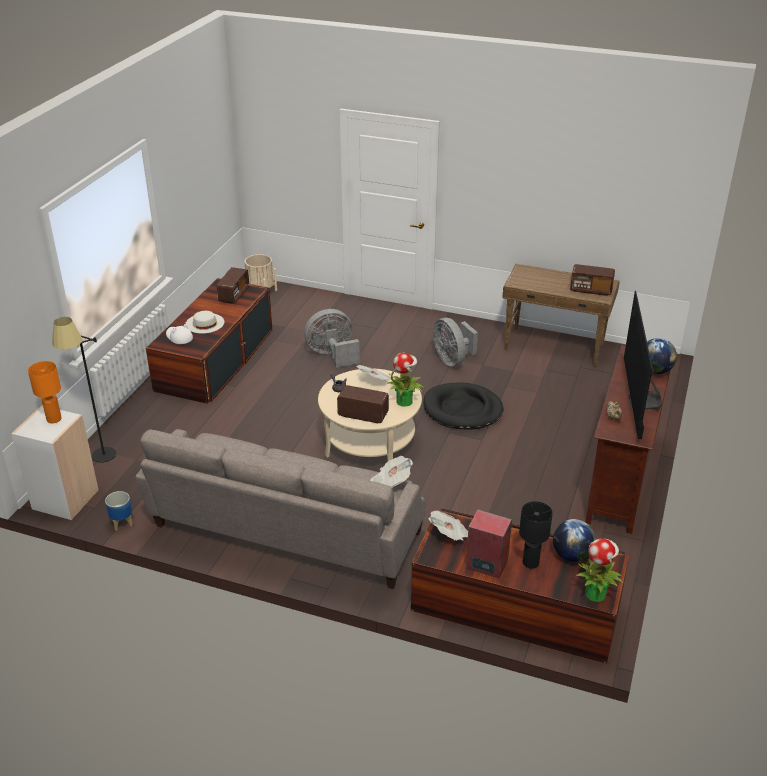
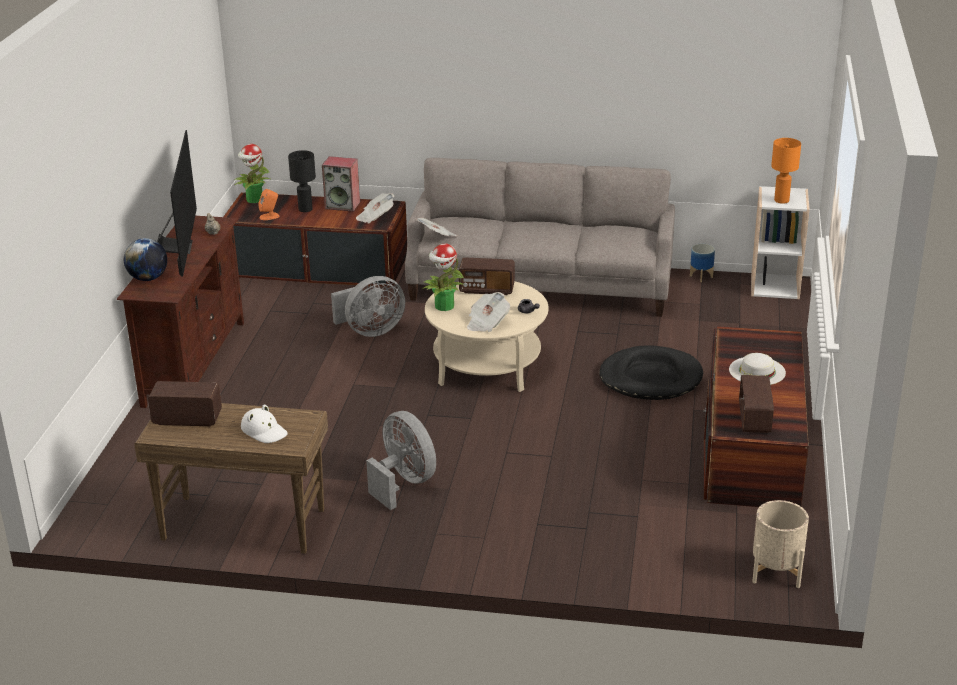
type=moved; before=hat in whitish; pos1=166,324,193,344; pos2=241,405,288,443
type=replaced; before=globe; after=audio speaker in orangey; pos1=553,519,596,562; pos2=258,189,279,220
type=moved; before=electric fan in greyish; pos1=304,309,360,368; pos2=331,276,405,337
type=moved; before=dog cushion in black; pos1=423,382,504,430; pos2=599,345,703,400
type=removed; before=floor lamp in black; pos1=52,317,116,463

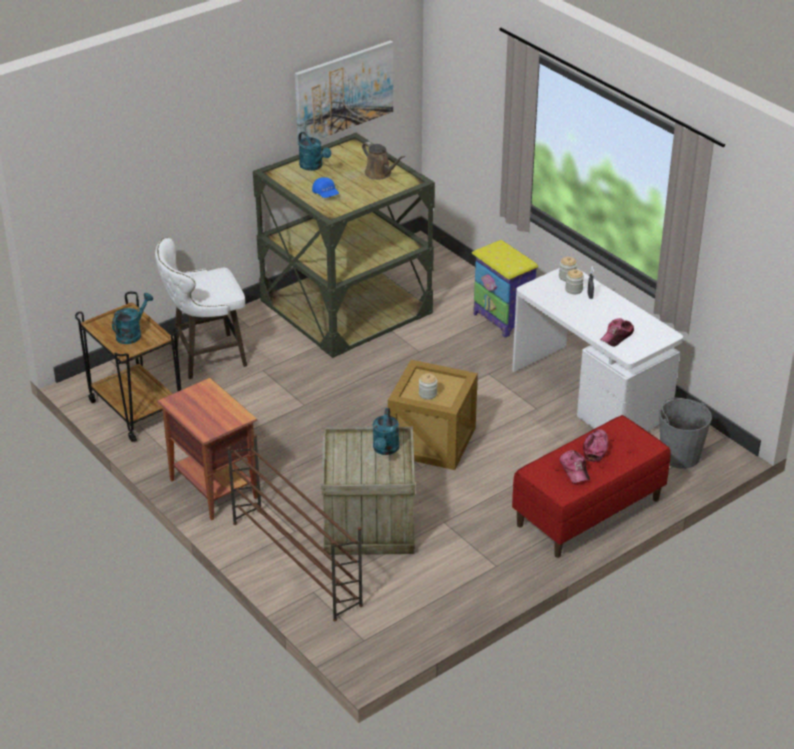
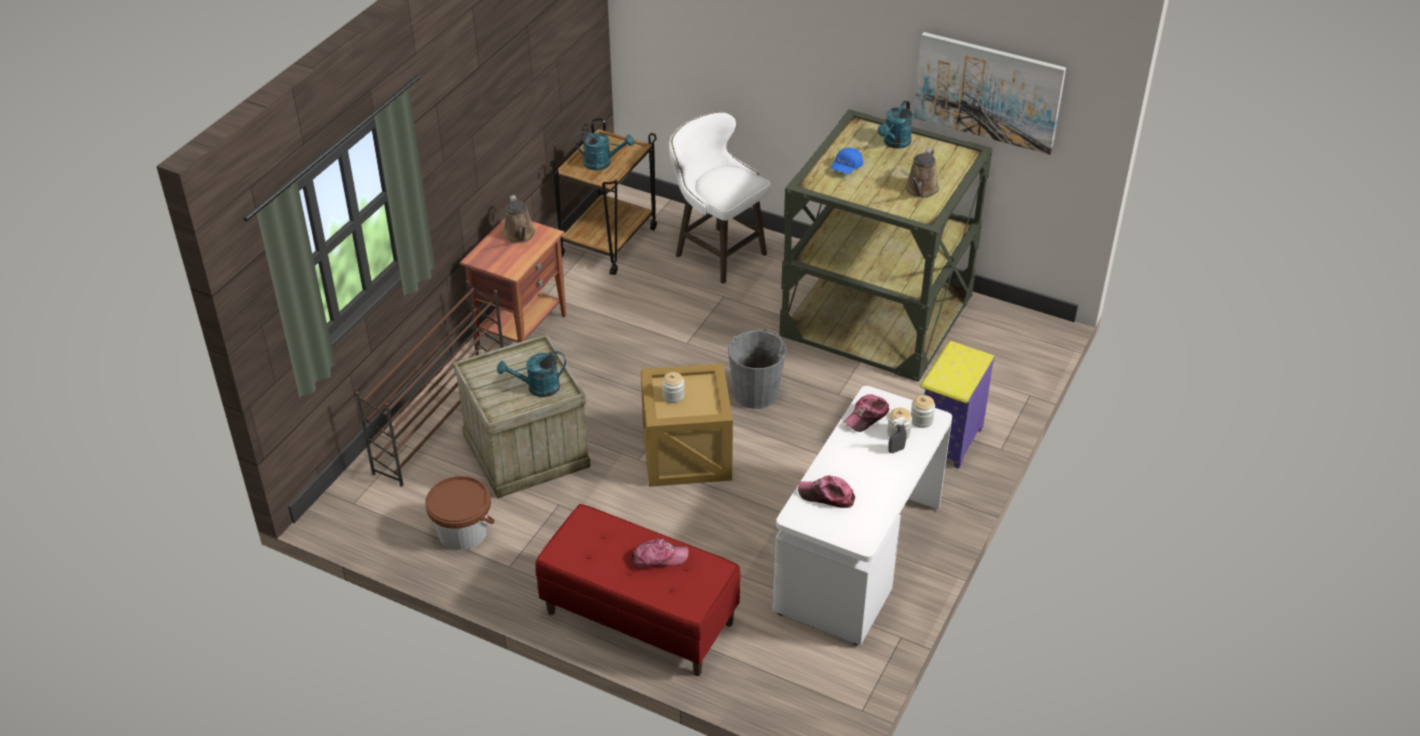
type=added; after=water bucket in brown; pos2=425,476,495,550
type=added; after=watering pot in brown; pos2=503,195,535,243
type=moved; before=water bucket in greyish; pos1=659,397,712,469; pos2=728,329,786,409
type=moved; before=peaked cap; pos1=560,450,590,483; pos2=843,394,890,432

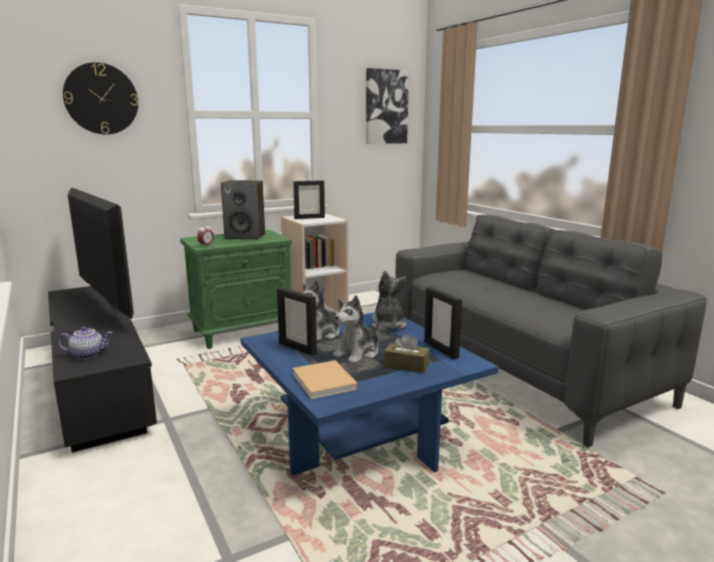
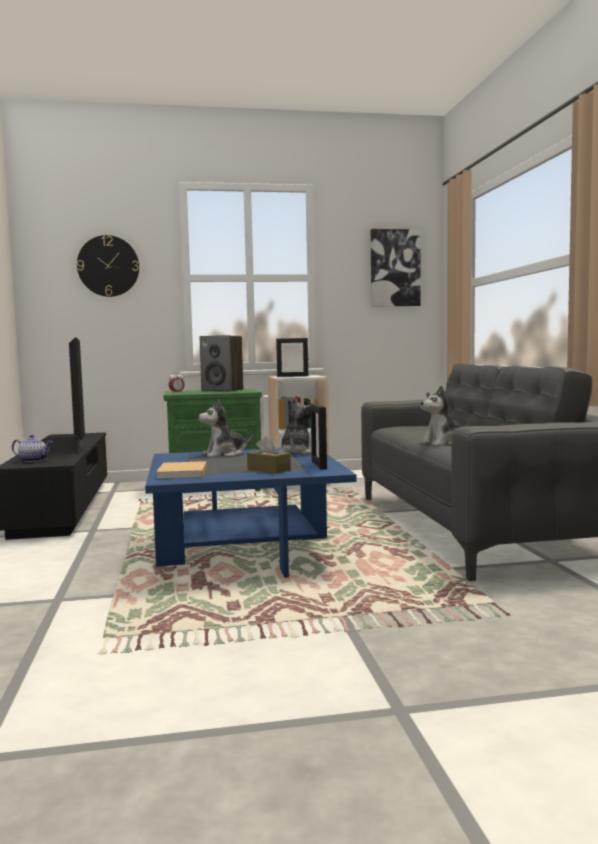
type=moved; before=cuddly toy; pos1=333,295,379,364; pos2=420,385,467,446
type=removed; before=photo frame; pos1=277,287,317,356

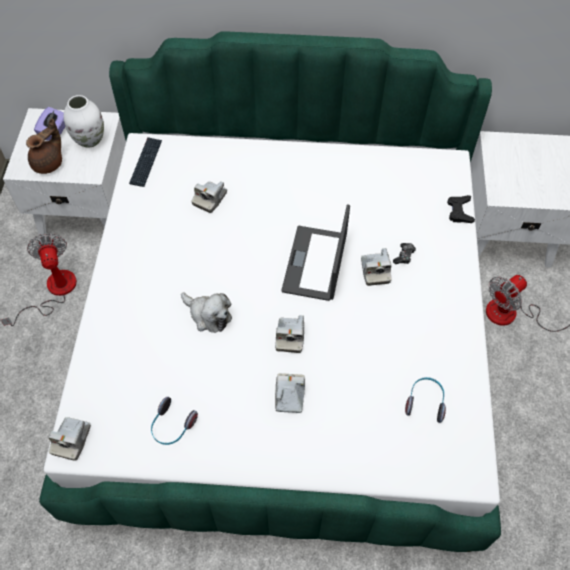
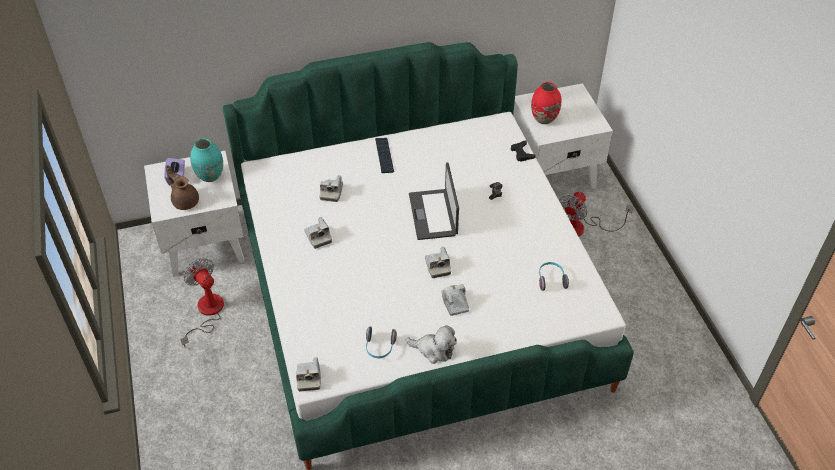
type=turned; before=teapot in brown; pos1=26,118,62,174; pos2=166,165,199,210; turn=-60
type=recoloured; before=vase in whitish; after=vase in turquoise; pos1=64,95,104,148; pos2=190,139,223,182
type=moved; before=photo camera; pos1=361,248,391,286; pos2=304,217,332,249
type=moved; before=computer keyboard; pos1=129,137,162,187; pos2=375,138,394,173
type=moved; before=cuddly toy; pos1=181,293,232,333; pos2=406,325,457,364
type=added; after=vase in red-coloured; pos2=531,82,561,124

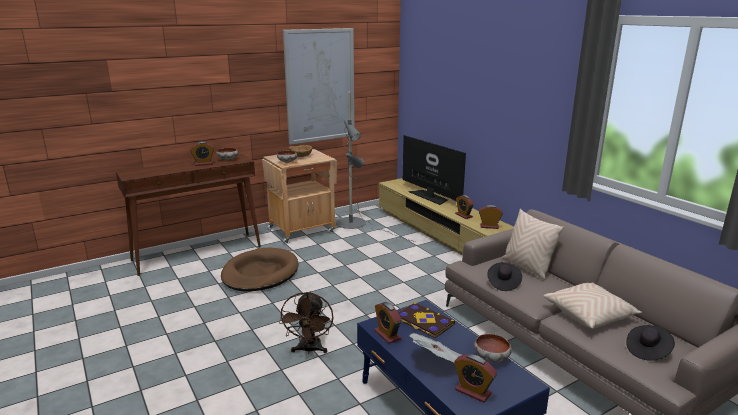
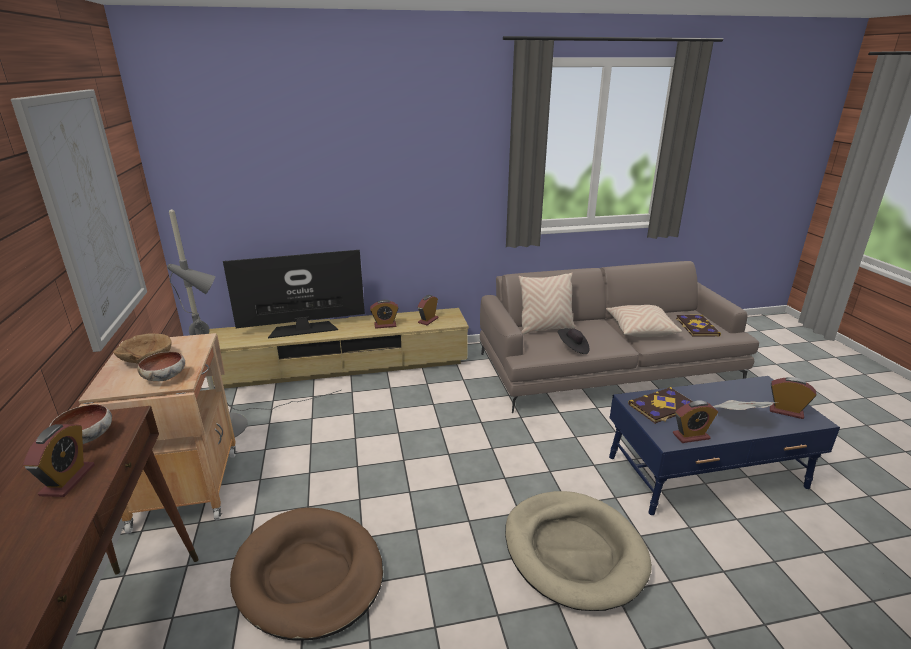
type=replaced; before=electric fan in brown; after=dog cushion in beige; pos1=279,291,334,354; pos2=505,491,652,611
type=replaced; before=hat in black; after=book; pos1=626,325,675,361; pos2=676,315,721,337
type=turned; before=table clock; pos1=454,354,497,403; pos2=770,377,816,419; turn=-120
type=removed; before=serving bowl; pos1=474,334,512,362

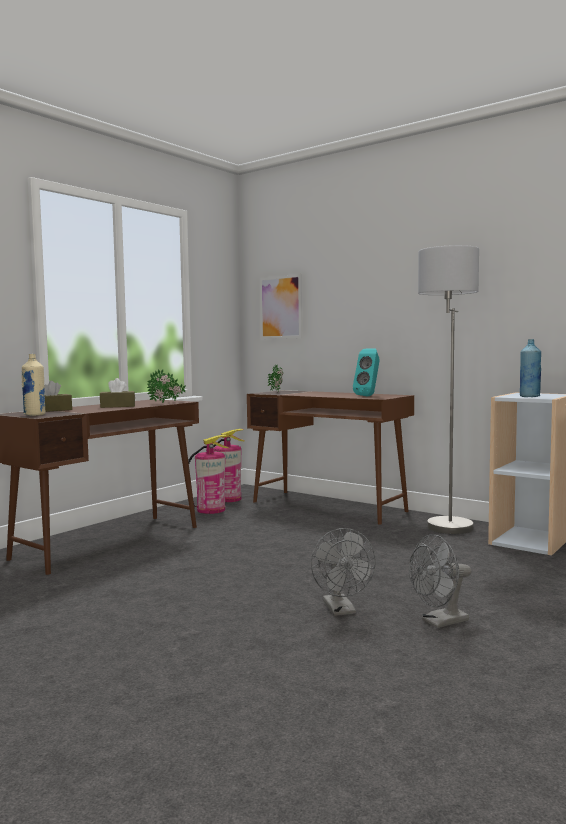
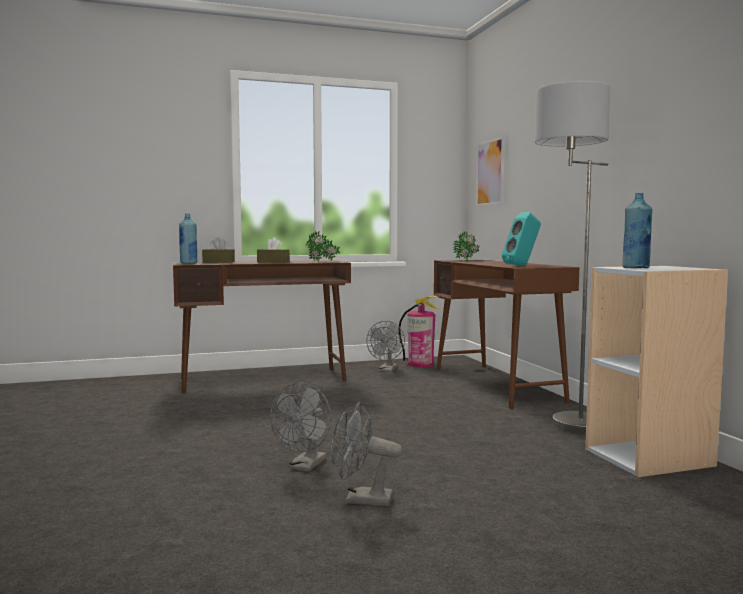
type=recoloured; before=beverage bottle in beige; after=beverage bottle in blue; pos1=22,354,45,416; pos2=179,214,197,264
type=replaced; before=fire-fighting cylinder; after=electric fan in greyish; pos1=185,435,229,514; pos2=366,321,405,372

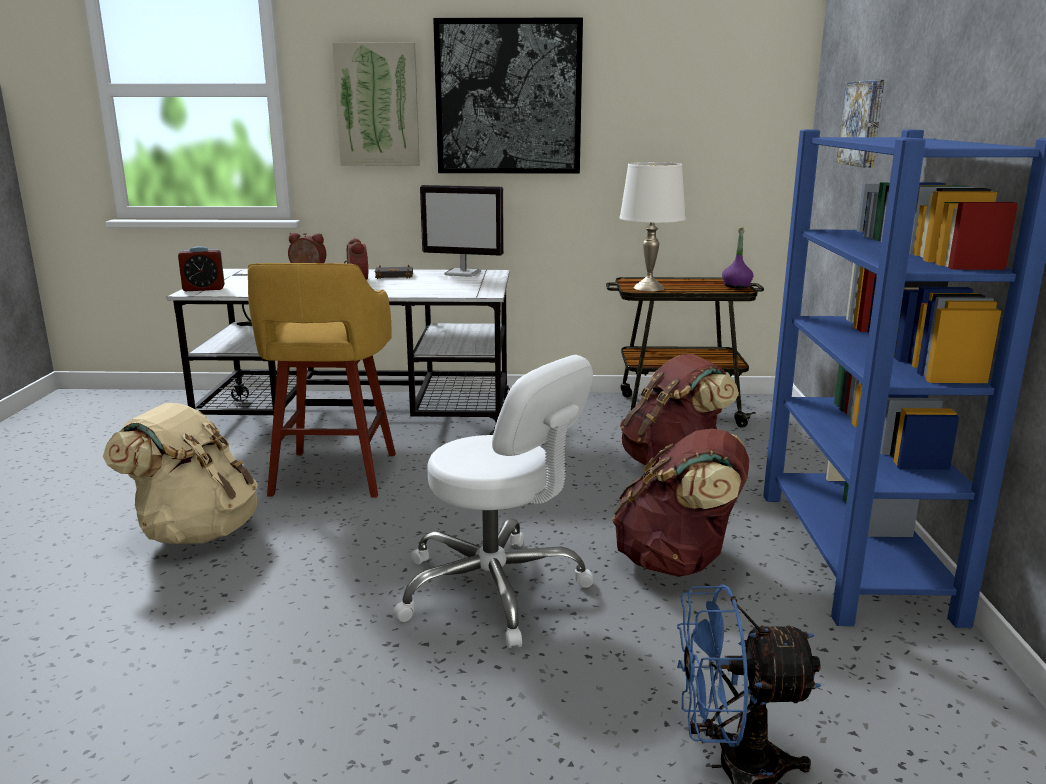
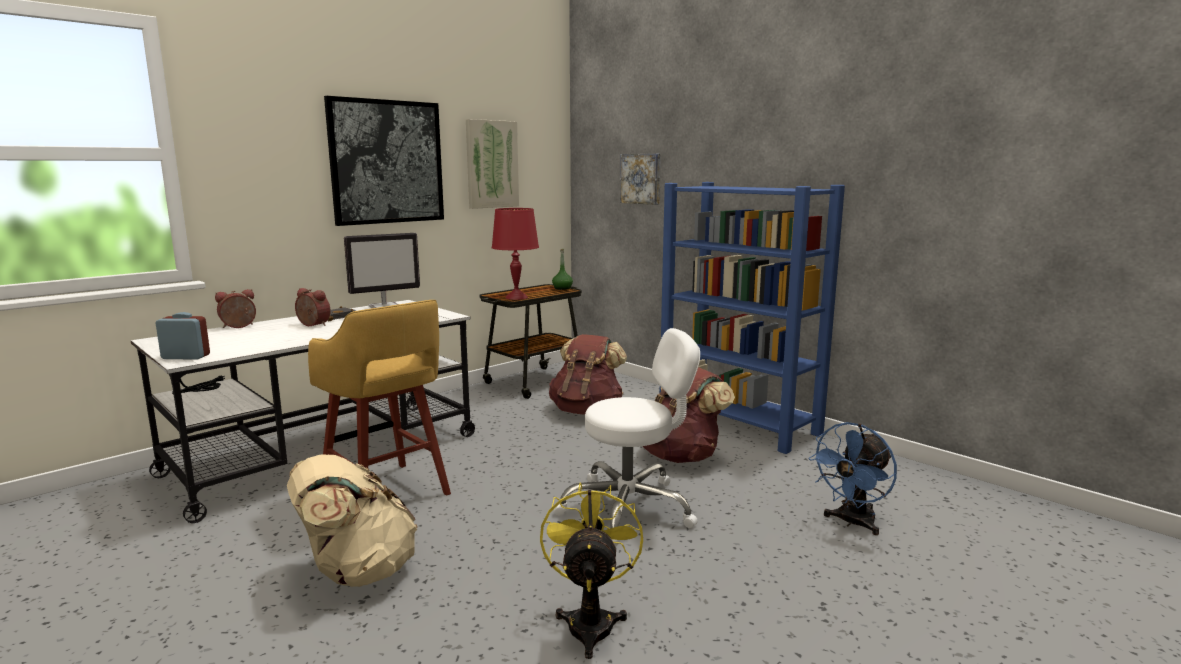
type=turned; before=table clock; pos1=178,246,225,291; pos2=156,312,210,359; turn=-120
type=moved; before=wall picture; pos1=332,43,420,166; pos2=466,119,519,209
type=recoloured; before=lamp for a table in whitish; after=lamp for a table in red-coloured; pos1=620,162,686,291; pos2=492,208,539,300
type=added; after=electric fan in yellow-coloured; pos2=540,483,643,659
type=recoloured; before=beverage bottle in purple-coloured; after=beverage bottle in green; pos1=722,228,753,288; pos2=552,249,573,290

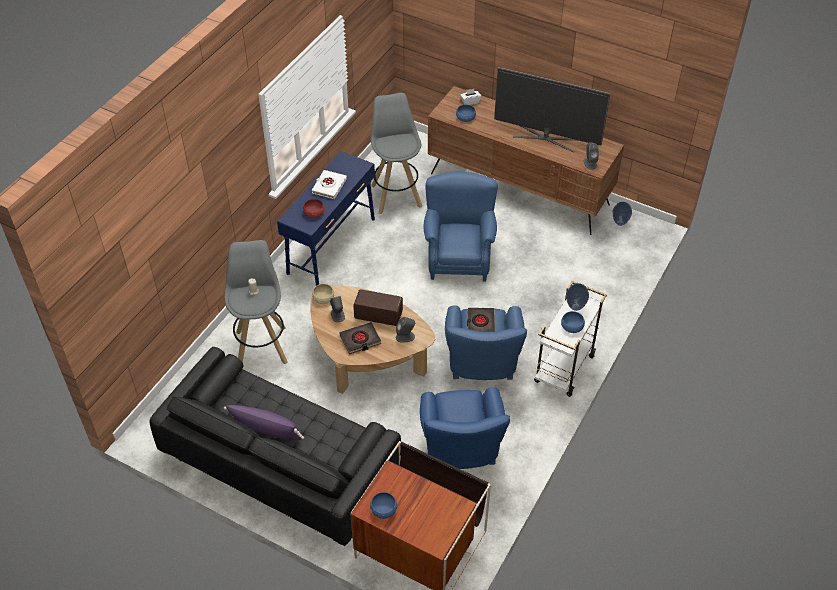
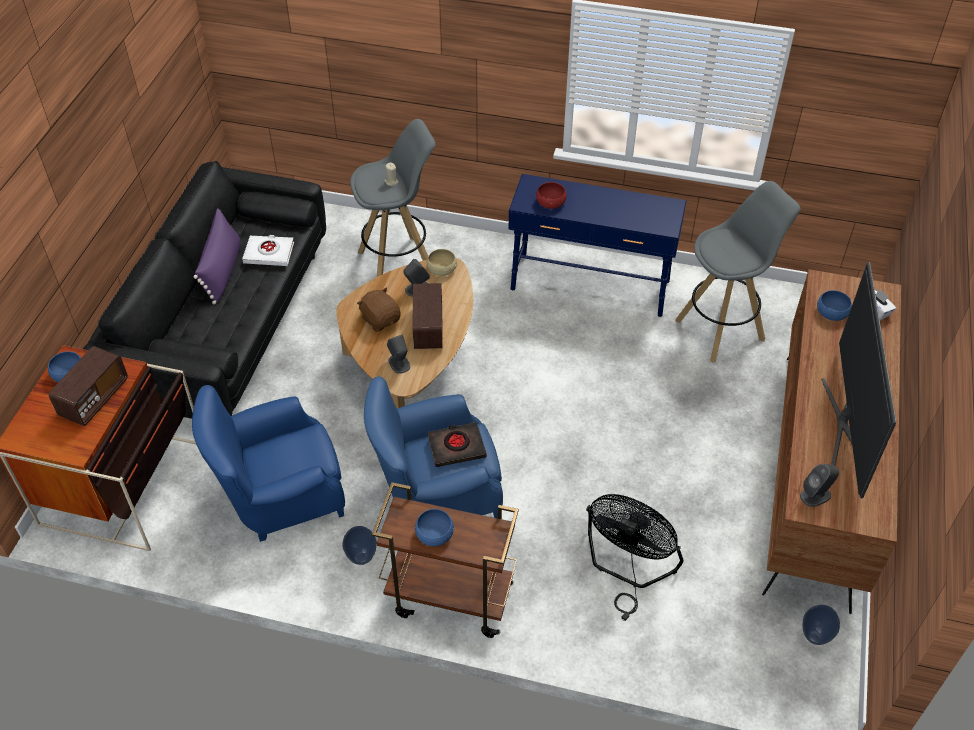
type=added; after=radio receiver; pos2=49,346,128,426
type=moved; before=book in whitish; pos1=312,170,347,199; pos2=242,235,294,266
type=moved; before=vase; pos1=566,283,589,311; pos2=342,526,377,565
type=replaced; before=book in black; after=cuddly toy in brown; pos1=339,322,381,354; pos2=357,287,401,332
type=recoloured; before=cart in whitish; after=cart in brown; pos1=534,281,607,397; pos2=372,482,519,638
type=added; after=electric fan in black; pos2=586,494,684,621
type=removed; before=lounge chair in blue; pos1=424,172,497,282

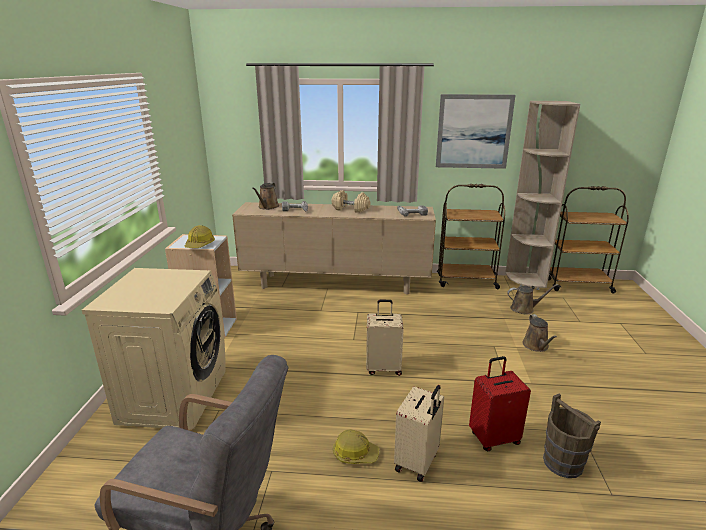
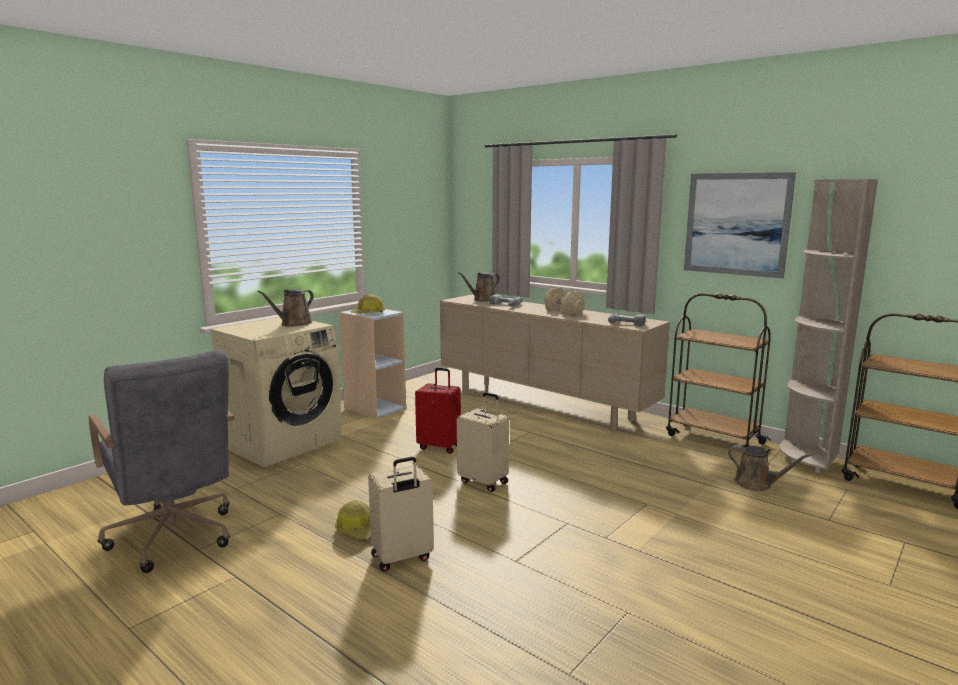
type=moved; before=watering pot in brown; pos1=523,314,557,352; pos2=258,289,314,327
type=moved; before=travel case in red-coloured; pos1=469,356,531,451; pos2=415,368,461,454
type=removed; before=water bucket in brown; pos1=543,394,601,478

